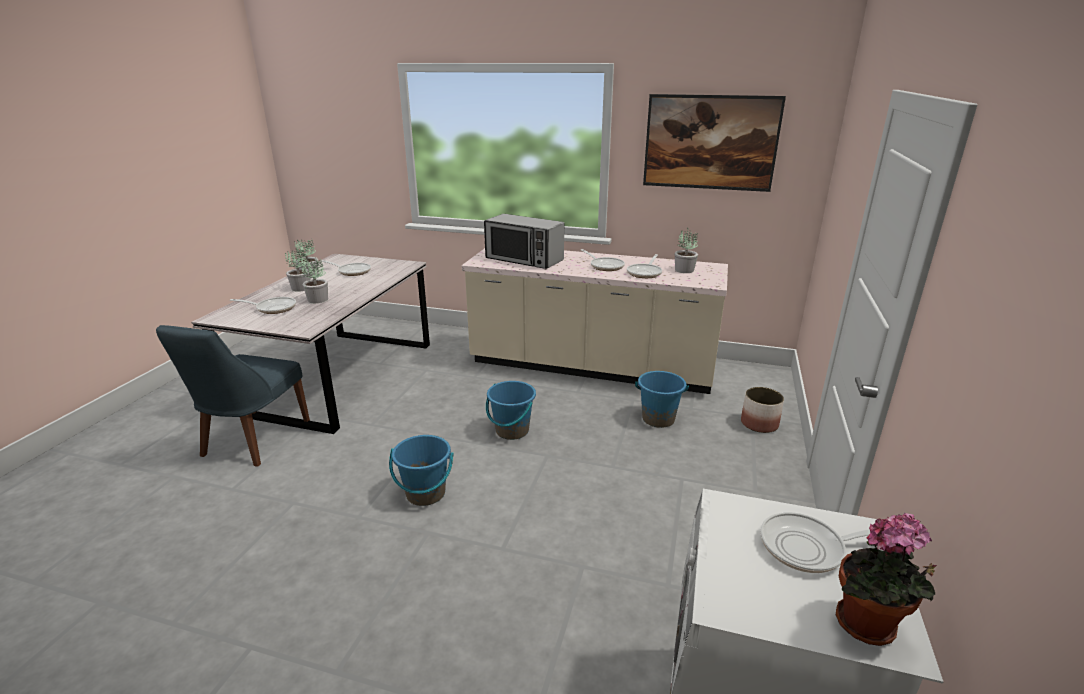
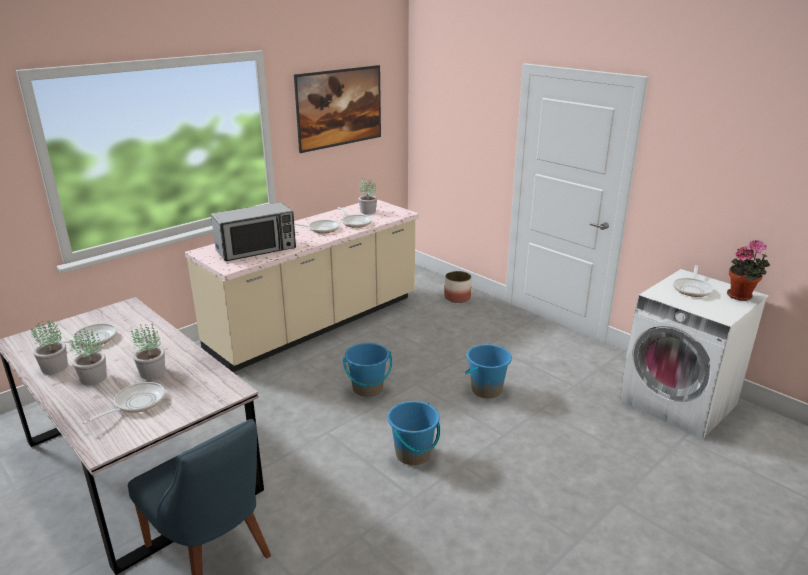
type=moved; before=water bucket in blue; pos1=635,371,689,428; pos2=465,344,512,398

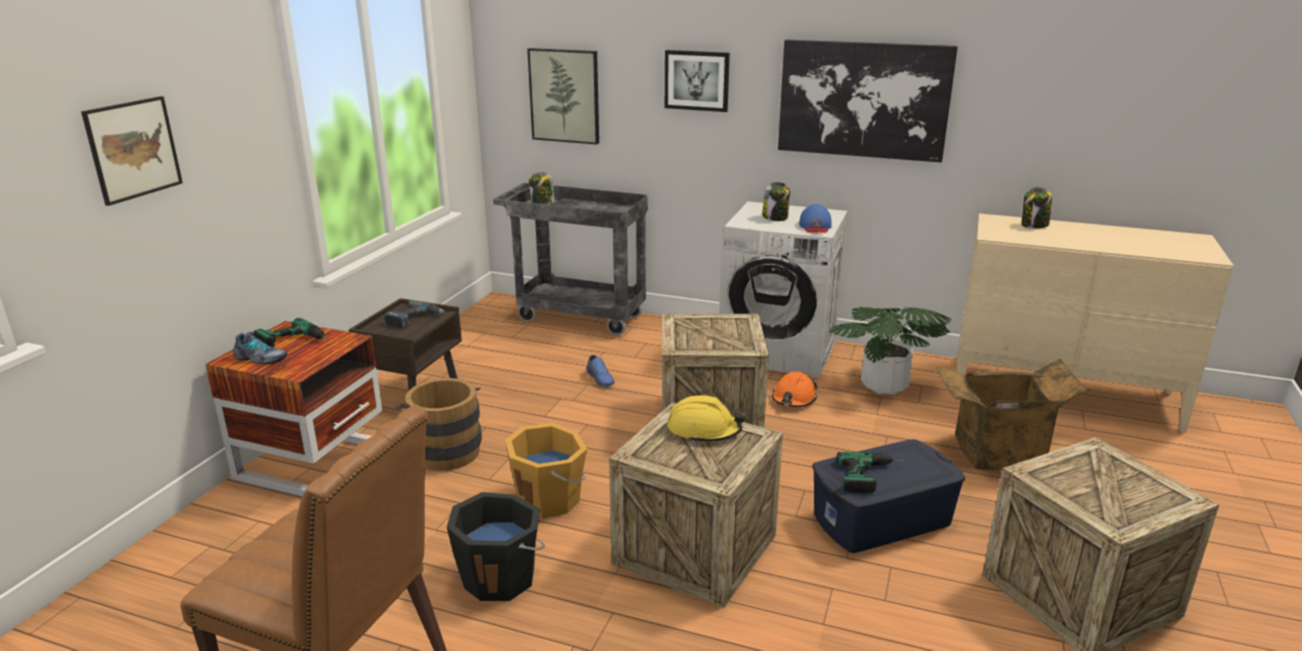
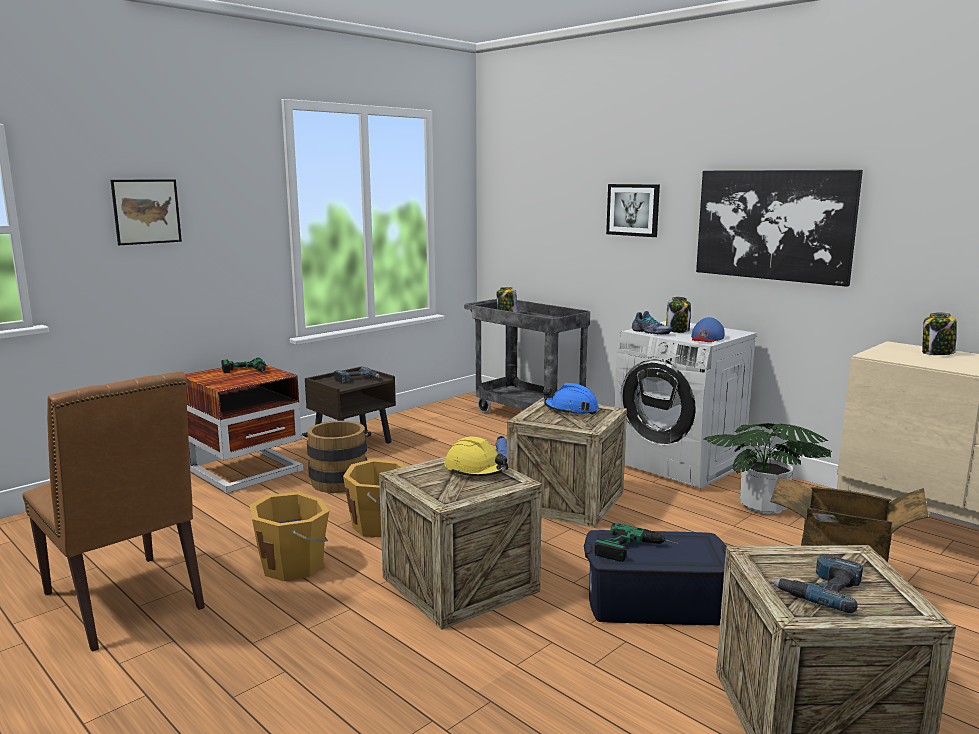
type=recoloured; before=water bucket in black; after=water bucket in orangey; pos1=447,492,545,601; pos2=249,492,329,581
type=added; after=hard hat in blue; pos2=543,383,599,415
type=moved; before=shoe; pos1=233,332,288,364; pos2=632,311,672,335
type=added; after=electric drill; pos2=771,554,863,613
type=removed; before=wall picture; pos1=527,48,599,144
type=removed; before=hard hat in orangey; pos1=772,372,818,407

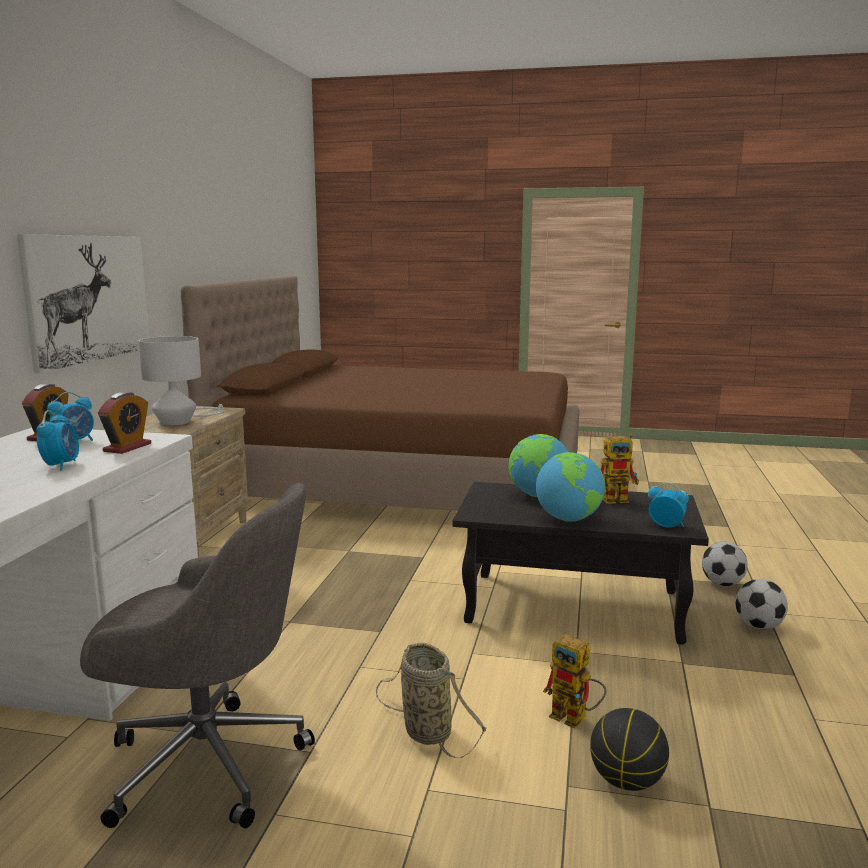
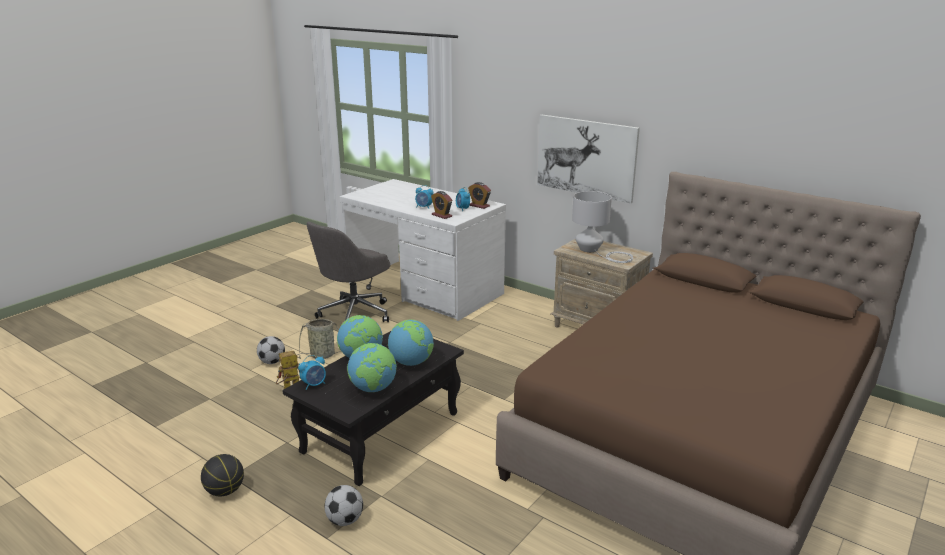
type=moved; before=basketball ball; pos1=590,708,669,791; pos2=201,454,244,497
type=moved; before=ball for football; pos1=735,579,788,629; pos2=257,336,285,364
type=replaced; before=robot figure; after=globe; pos1=600,434,639,504; pos2=347,343,397,392

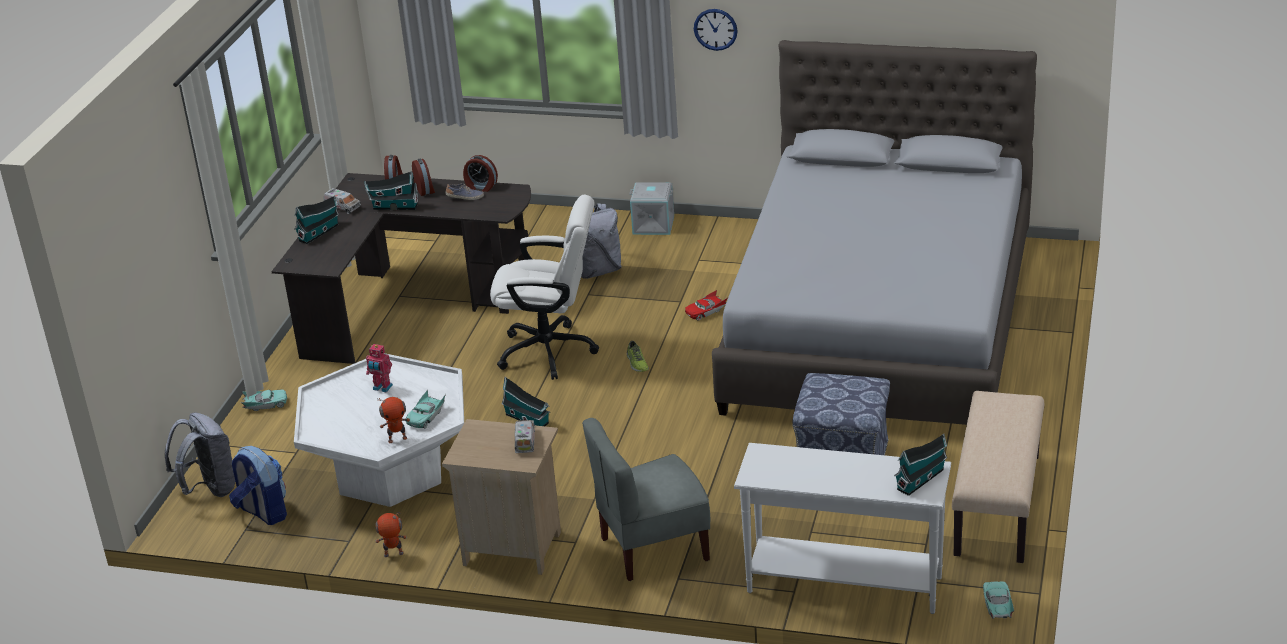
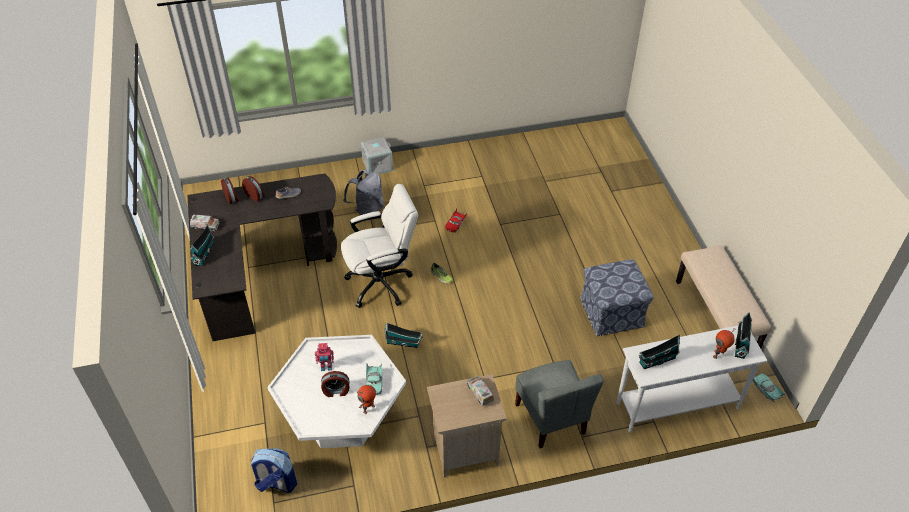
type=moved; before=table clock; pos1=463,155,498,192; pos2=321,371,350,397
type=turned; before=chair in greyish; pos1=582,418,710,581; pos2=515,360,604,448; turn=-60
type=moved; before=miniature house; pos1=364,171,418,210; pos2=639,335,680,369
type=moved; before=robot figure; pos1=375,512,407,557; pos2=713,330,735,359
type=removed; before=backpack in greyish; pos1=165,413,235,497
type=removed; before=toy car in turquoise; pos1=241,390,287,411
type=removed; before=clock on the wall; pos1=694,9,738,51
type=removed; before=bed in greyish; pos1=712,40,1037,425

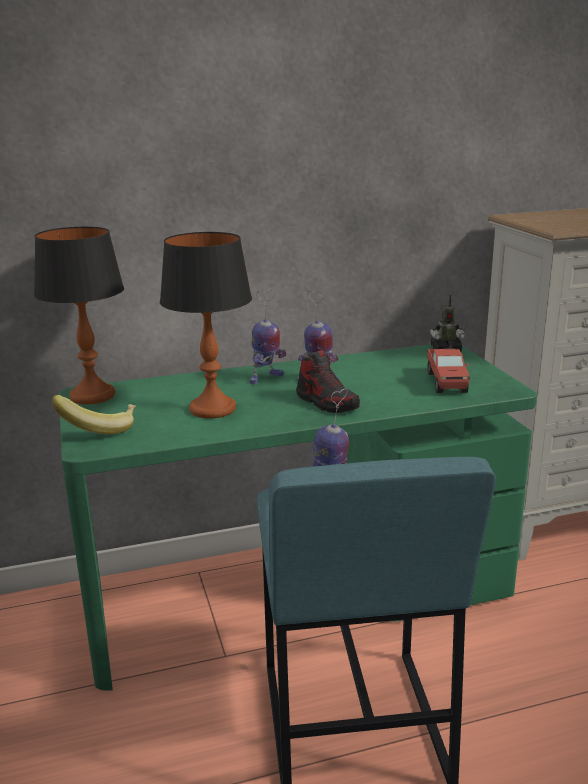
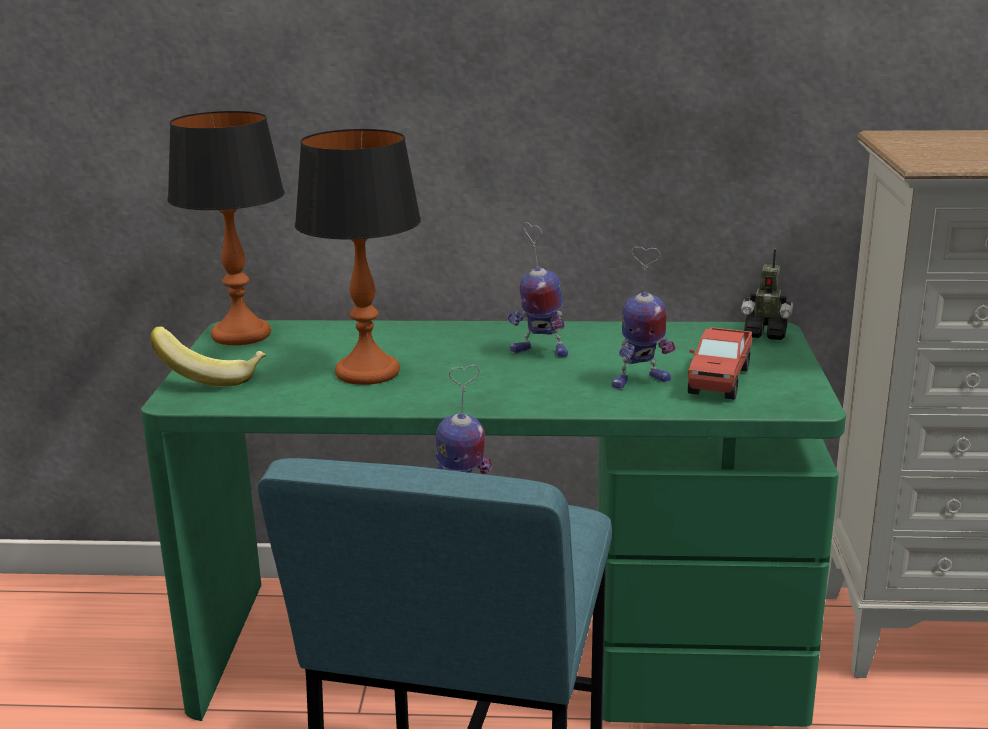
type=moved; before=robot figure; pos1=250,290,286,384; pos2=611,246,675,389
type=removed; before=shoe; pos1=296,350,360,413

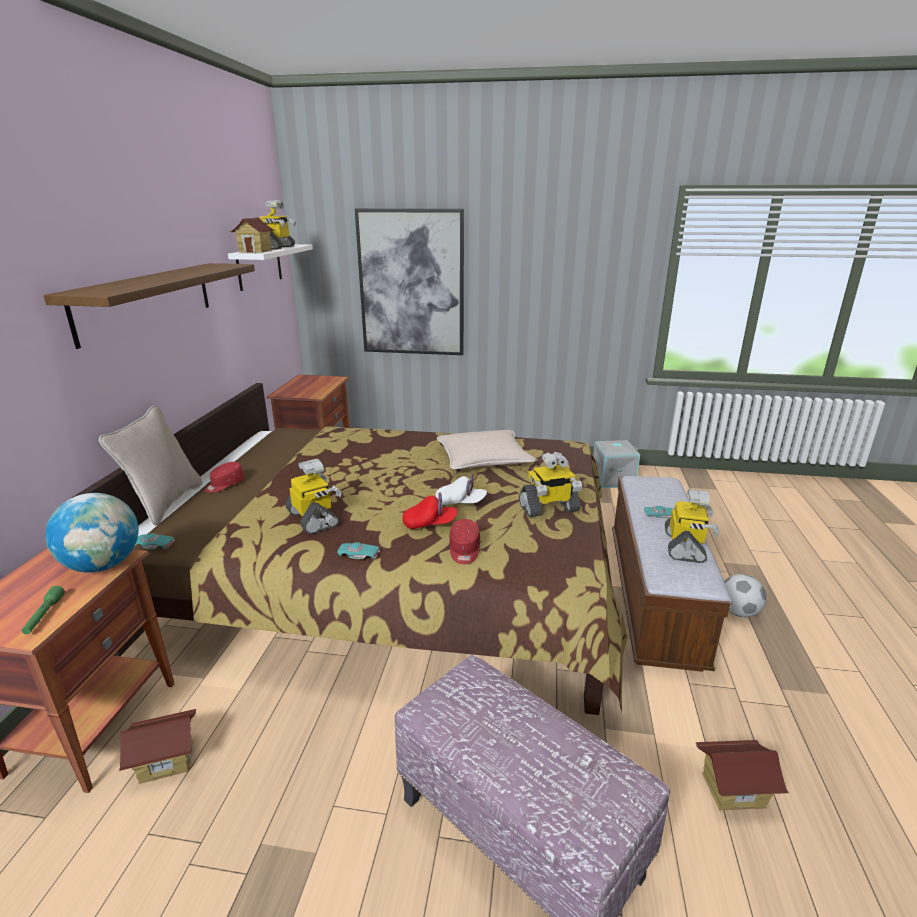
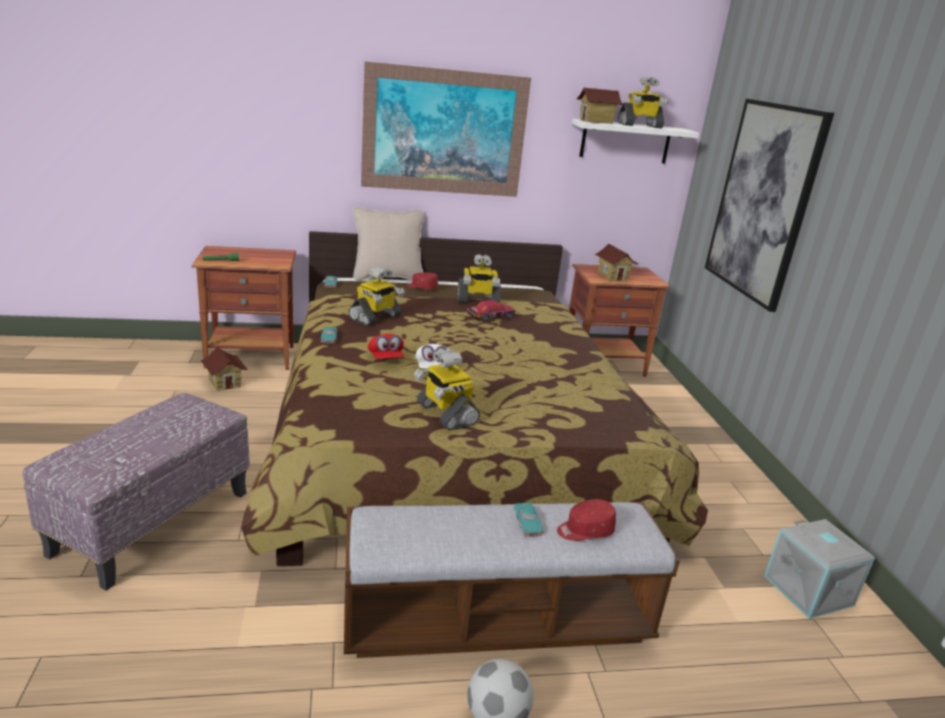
type=replaced; before=wall shelf; after=wall picture; pos1=43,263,255,349; pos2=361,61,531,197
type=moved; before=robot figure; pos1=665,489,719,563; pos2=457,254,500,303
type=added; after=toy car; pos2=467,300,515,321
type=moved; before=peaked cap in red-coloured; pos1=449,519,480,564; pos2=557,499,616,541
type=moved; before=miniature house; pos1=696,740,789,810; pos2=595,244,638,281
type=removed; before=globe; pos1=45,493,139,573
type=removed; before=pillow in beige; pos1=437,430,536,469

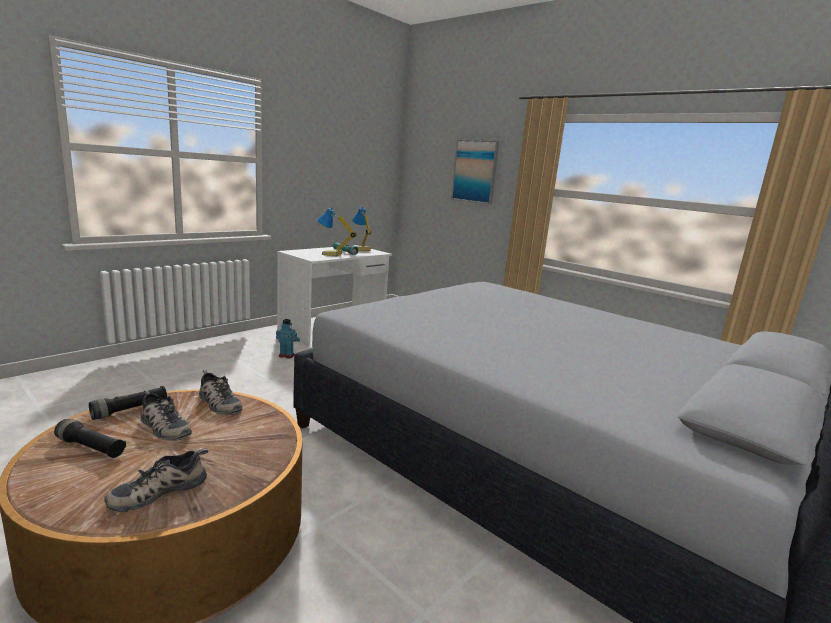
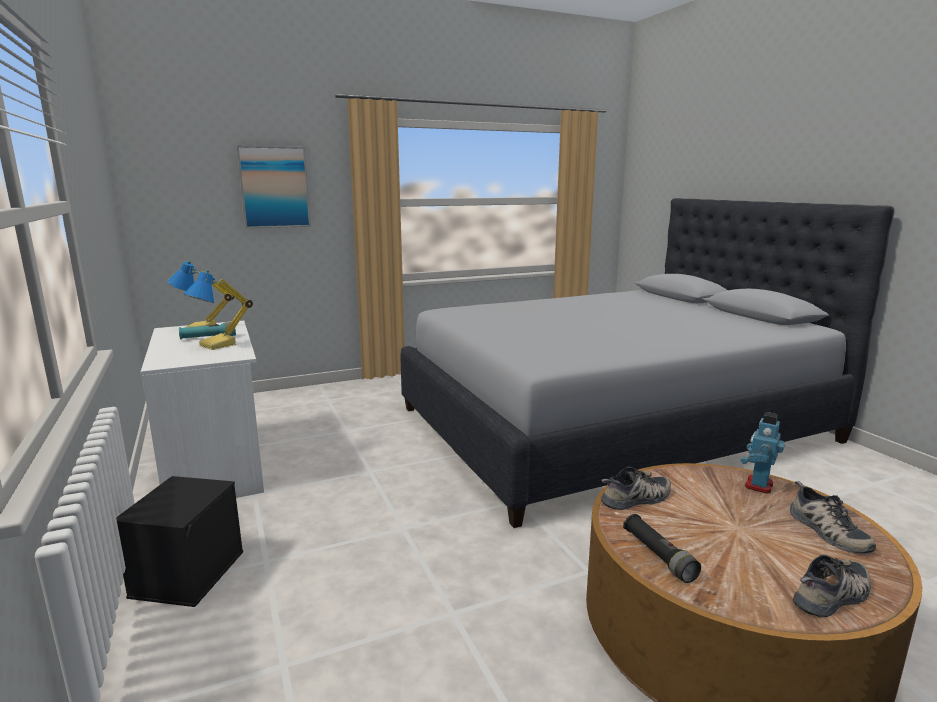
type=added; after=storage container in black; pos2=116,476,243,607
type=moved; before=robot figure; pos1=276,319,300,359; pos2=740,412,785,494
type=moved; before=shoe; pos1=141,390,192,441; pos2=793,555,871,617
type=removed; before=torch in black; pos1=54,419,126,458

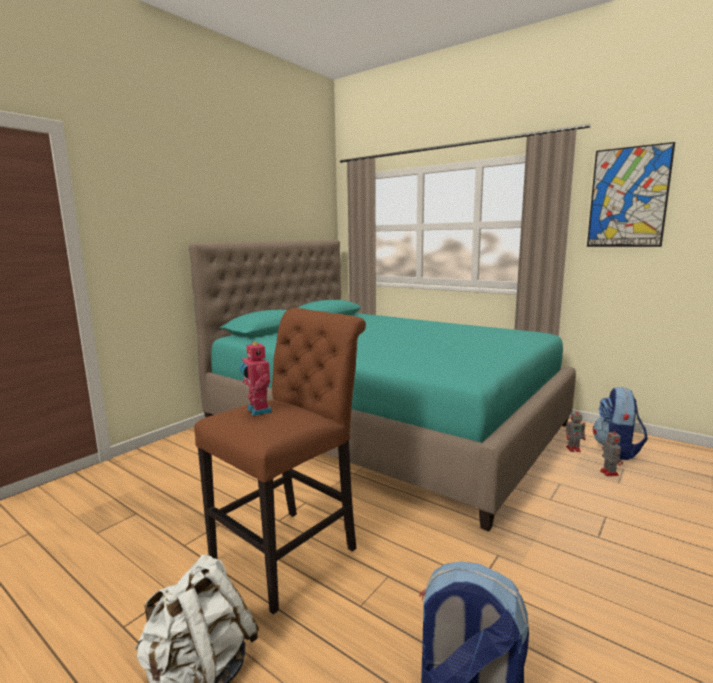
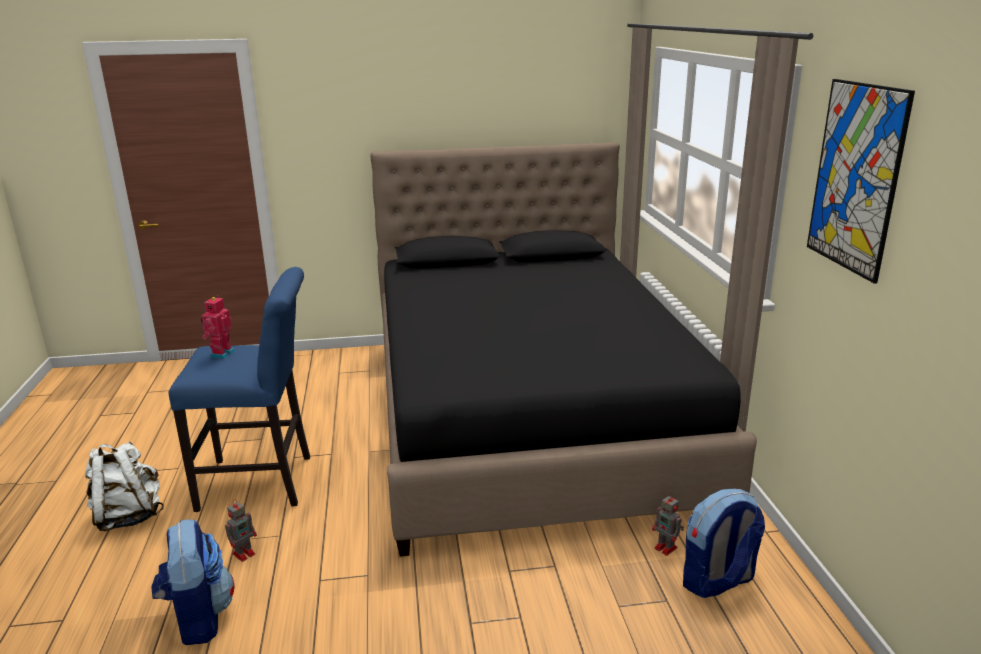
type=recoloured; before=stool in brown; after=stool in blue; pos1=194,308,366,614; pos2=169,267,310,512
type=moved; before=robot figure; pos1=600,428,623,476; pos2=225,499,257,562
type=recoloured; before=bed in turquoise; after=bed in black; pos1=189,240,576,531; pos2=370,142,757,557

